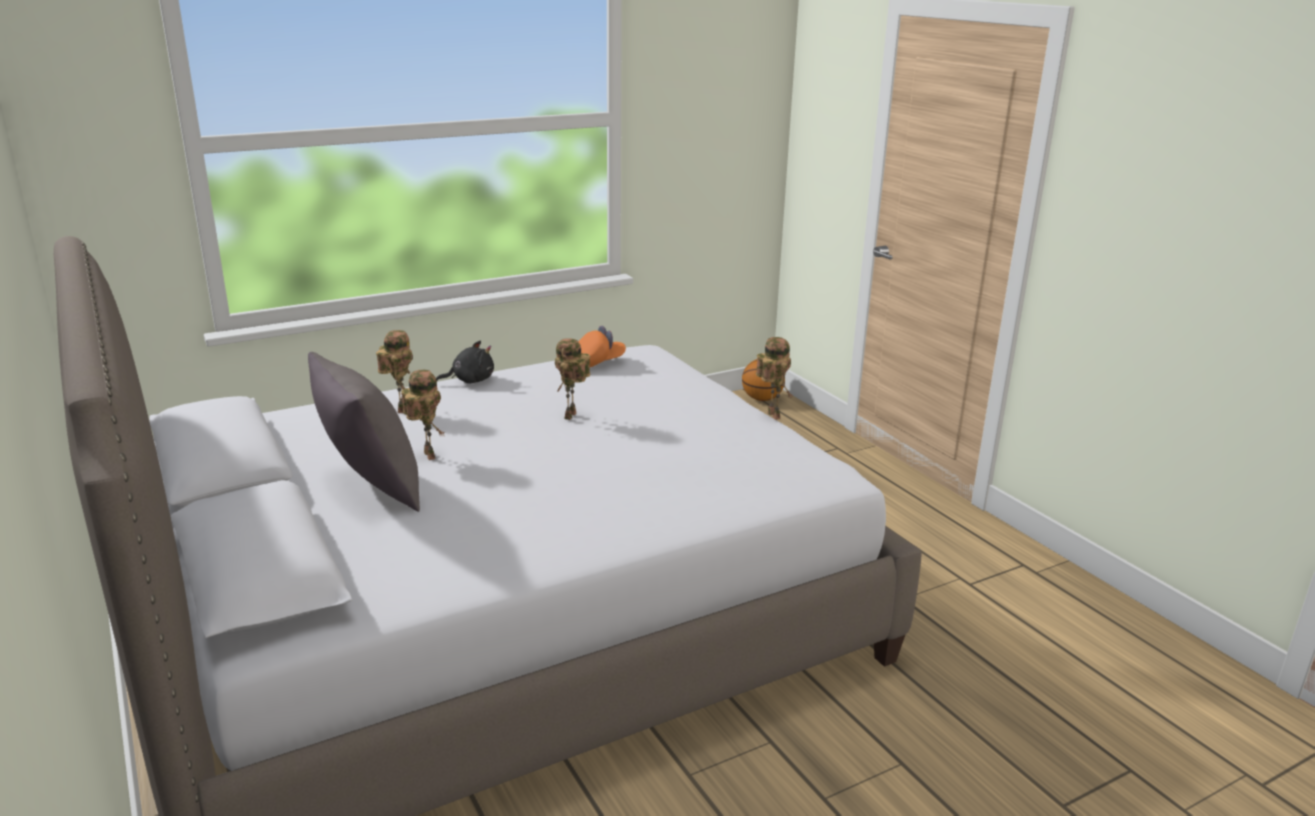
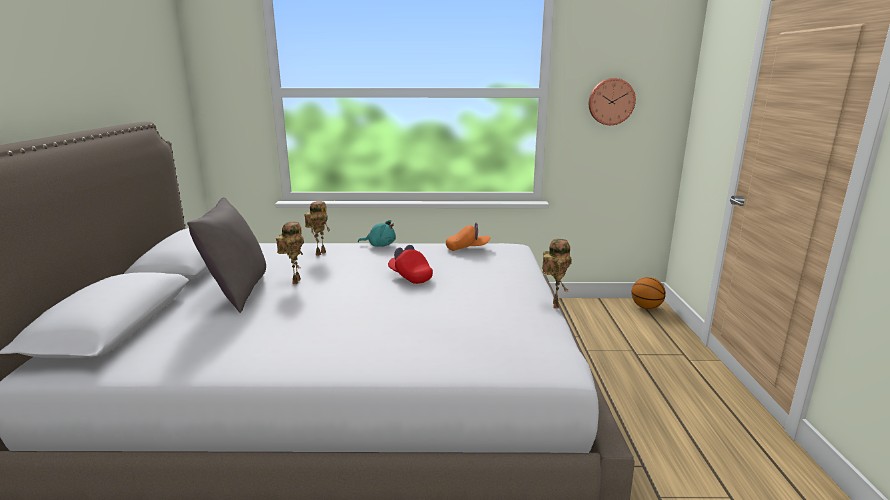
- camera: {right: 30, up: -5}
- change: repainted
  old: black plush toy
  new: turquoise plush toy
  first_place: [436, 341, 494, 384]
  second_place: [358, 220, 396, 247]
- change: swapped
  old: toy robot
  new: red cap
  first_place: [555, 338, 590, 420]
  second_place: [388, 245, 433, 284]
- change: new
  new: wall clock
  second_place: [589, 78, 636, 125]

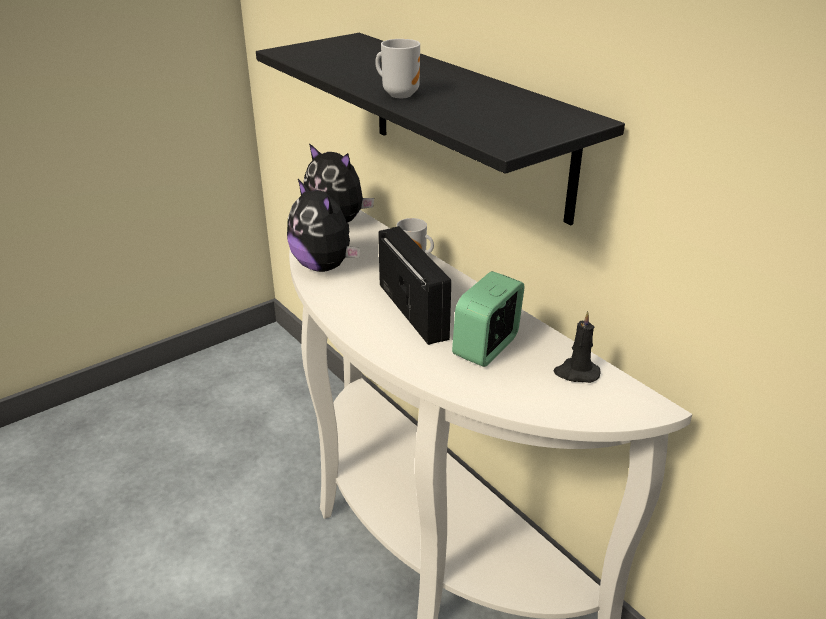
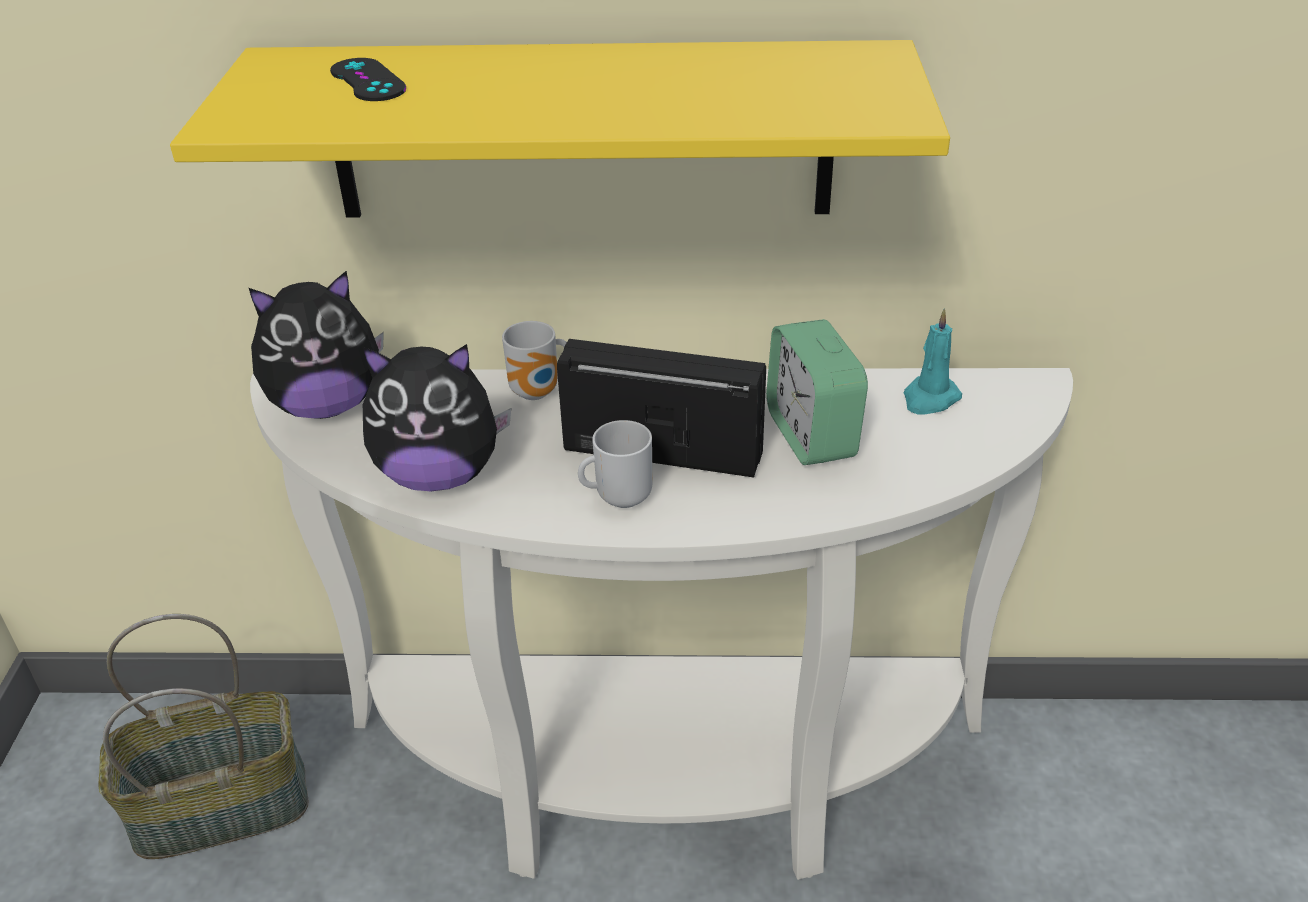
- camera: {right: -50, up: 5}
- change: repainted
  old: black shelf
  new: yellow shelf
  first_place: [256, 33, 625, 226]
  second_place: [170, 40, 950, 218]
- change: shifted
  old: mug
  first_place: [375, 39, 420, 98]
  second_place: [578, 420, 652, 508]
- change: repainted
  old: black candle
  new: turquoise candle
  first_place: [554, 311, 601, 383]
  second_place: [903, 309, 962, 414]
- change: new
  new: basket
  second_place: [98, 614, 309, 859]
- change: new
  new: black game controller
  second_place: [330, 58, 406, 101]

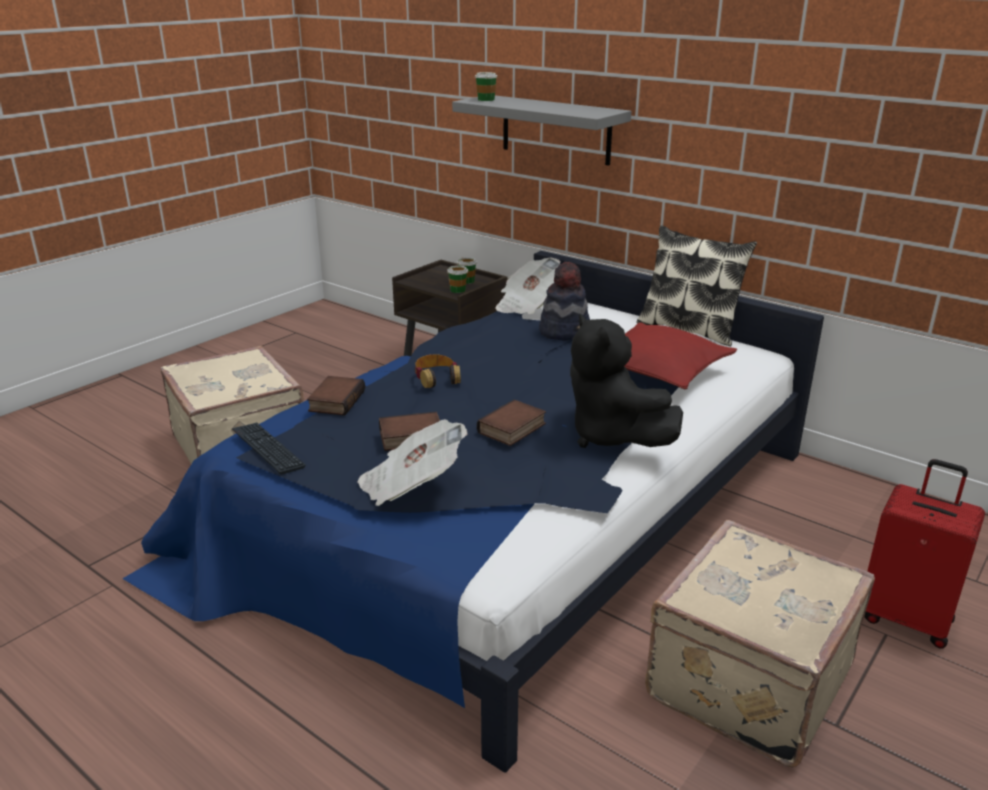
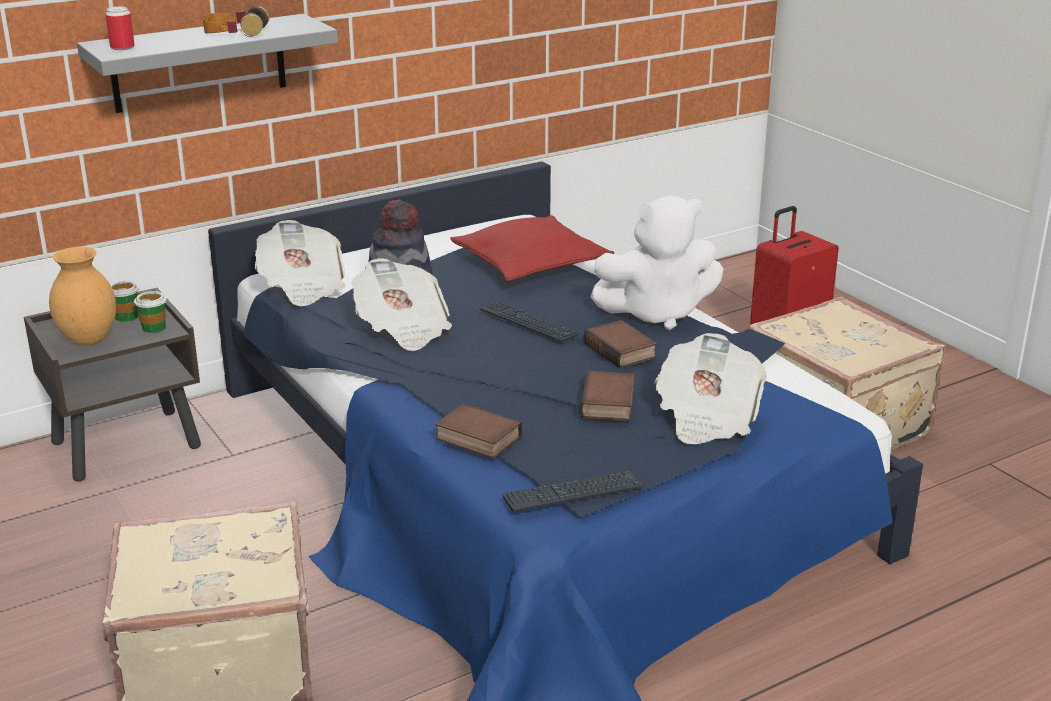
- camera: {right: -70, up: 0}
- change: shifted
  old: headphones
  first_place: [415, 354, 461, 388]
  second_place: [202, 6, 269, 37]
- change: swapped
  old: cup
  new: can
  first_place: [475, 72, 498, 101]
  second_place: [106, 7, 135, 50]
- change: repainted
  old: black plush toy
  new: white plush toy
  first_place: [570, 313, 683, 448]
  second_place: [590, 196, 724, 330]
- change: gone
  old: pillow
  first_place: [636, 225, 757, 346]
- change: new
  new: brown vase
  second_place: [49, 247, 116, 346]
- change: new
  new: newspaper
  second_place: [351, 258, 452, 351]
- change: new
  new: keyboard
  second_place: [479, 302, 579, 343]

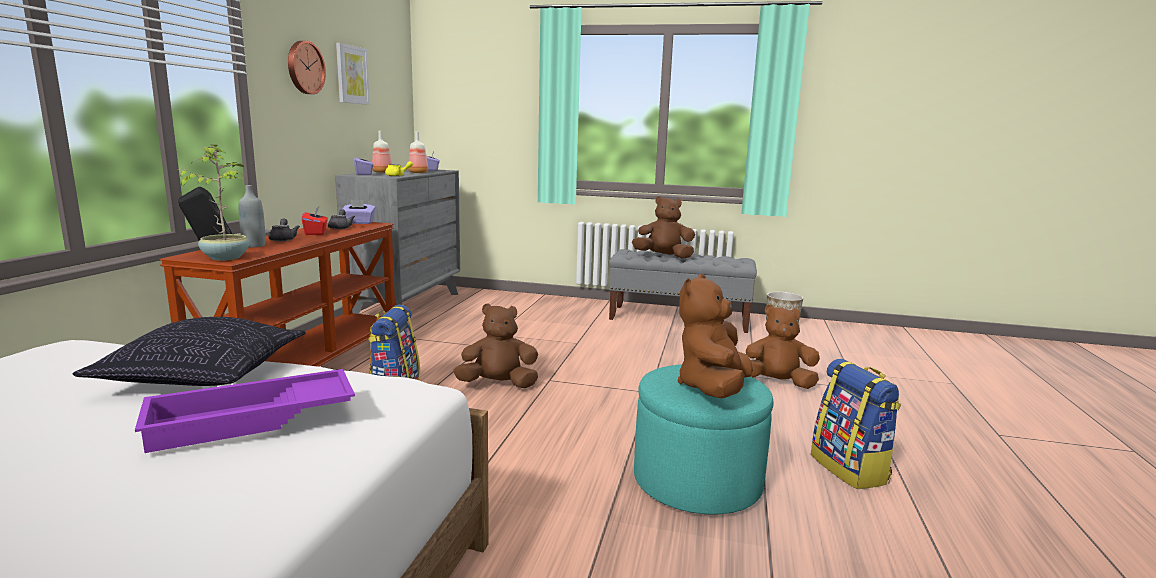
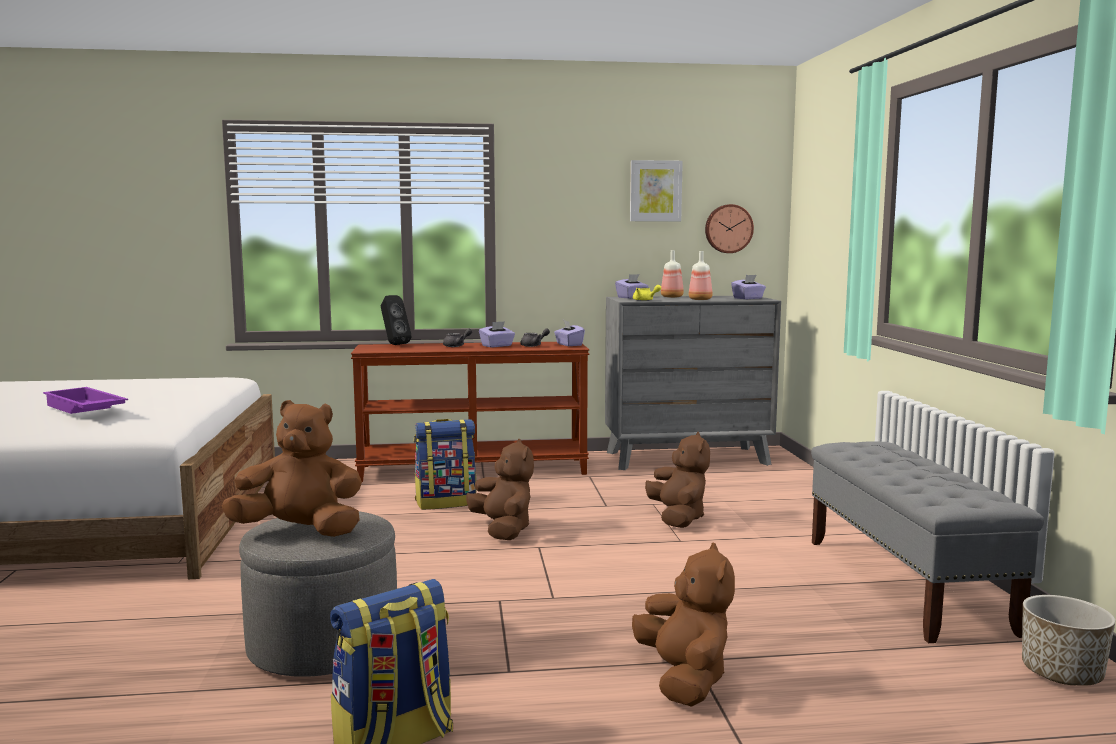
- camera: {right: 70, up: -5}
- change: gone
  old: pillow
  first_place: [73, 317, 306, 386]
- change: gone
  old: potted plant
  first_place: [178, 145, 249, 261]
- change: gone
  old: grey bottle
  first_place: [239, 185, 266, 248]
- change: shifted
  old: wall clock
  first_place: [288, 41, 326, 94]
  second_place: [705, 204, 754, 253]
- change: repainted
  old: red tissue box
  new: purple tissue box
  first_place: [302, 207, 328, 235]
  second_place: [479, 321, 515, 347]
- change: shifted
  old: brown plush toy
  first_place: [632, 196, 695, 259]
  second_place: [645, 432, 710, 528]
- change: repainted
  old: turquoise ottoman
  new: grey ottoman
  first_place: [634, 364, 774, 515]
  second_place: [239, 511, 397, 677]

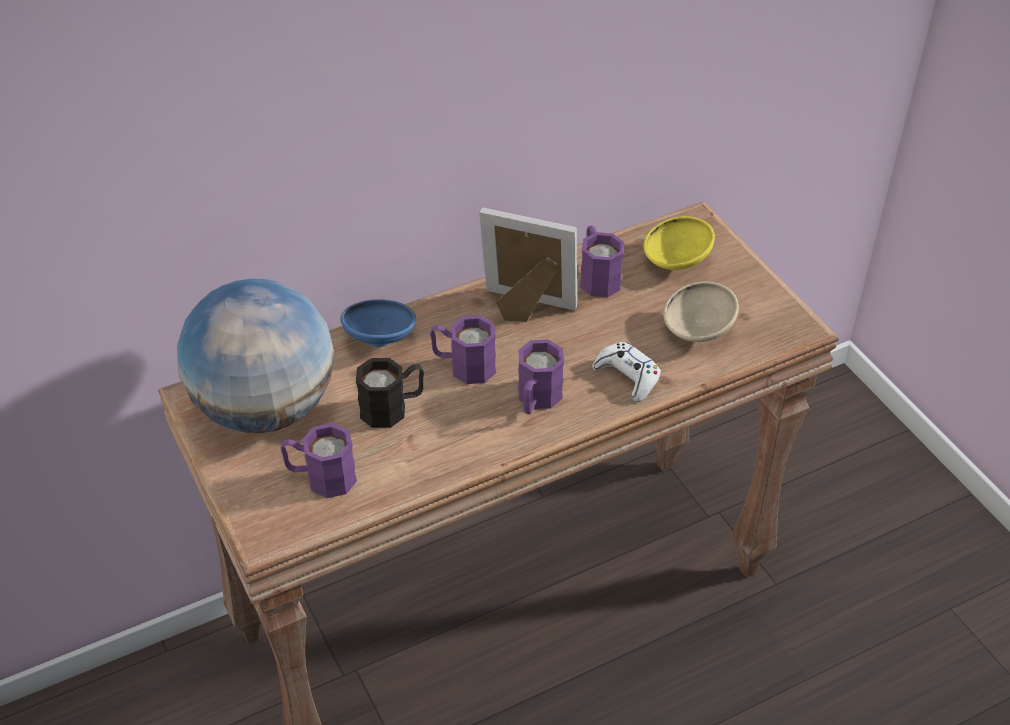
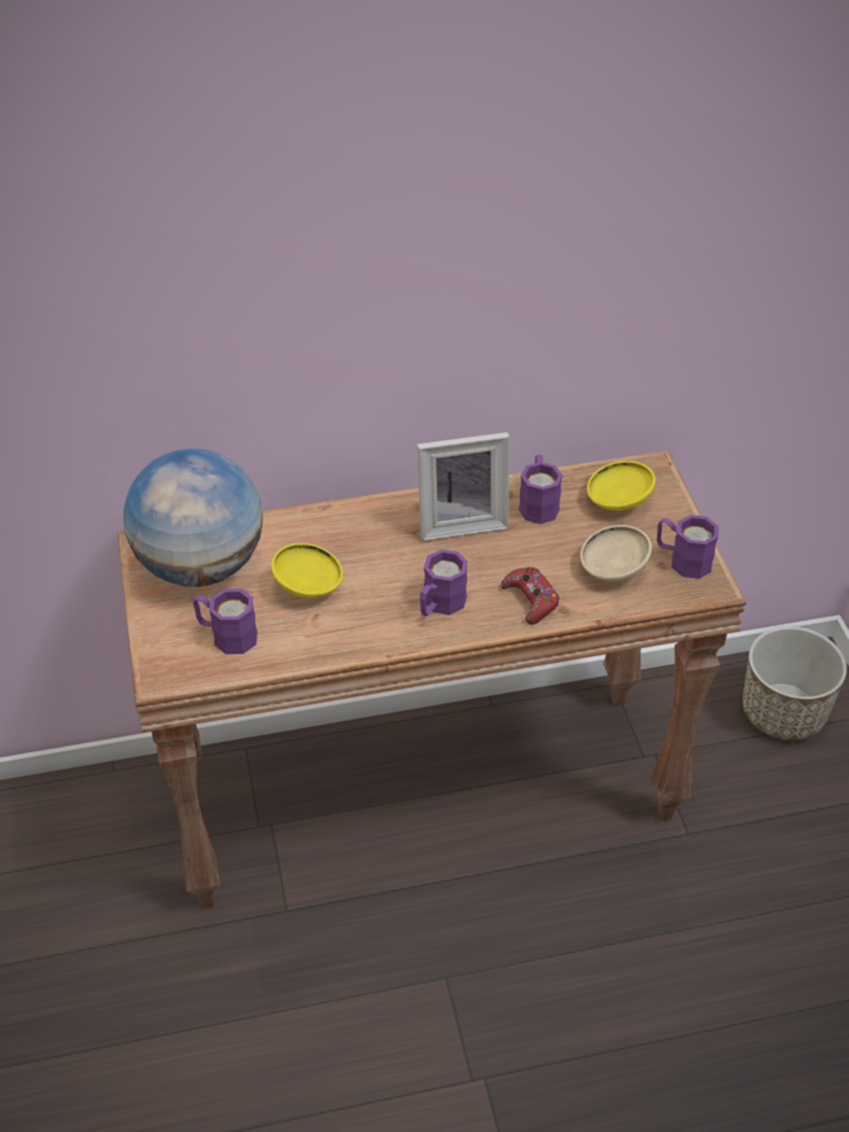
- camera: {right: 15, up: 0}
- change: gone
  old: blue bowl
  first_place: [340, 299, 416, 347]
- change: swapped
  old: black mug
  new: yellow bowl
  first_place: [356, 358, 424, 428]
  second_place: [271, 543, 343, 598]
- change: shifted
  old: purple mug
  first_place: [430, 315, 496, 384]
  second_place: [657, 515, 719, 579]
- change: rotated
  old: picture frame
  first_place: [479, 208, 577, 322]
  second_place: [417, 432, 509, 541]
  degrees: 135
- change: repainted
  old: white game controller
  new: red game controller
  first_place: [592, 342, 661, 402]
  second_place: [501, 567, 559, 624]
- change: new
  new: planter
  second_place: [742, 626, 847, 740]

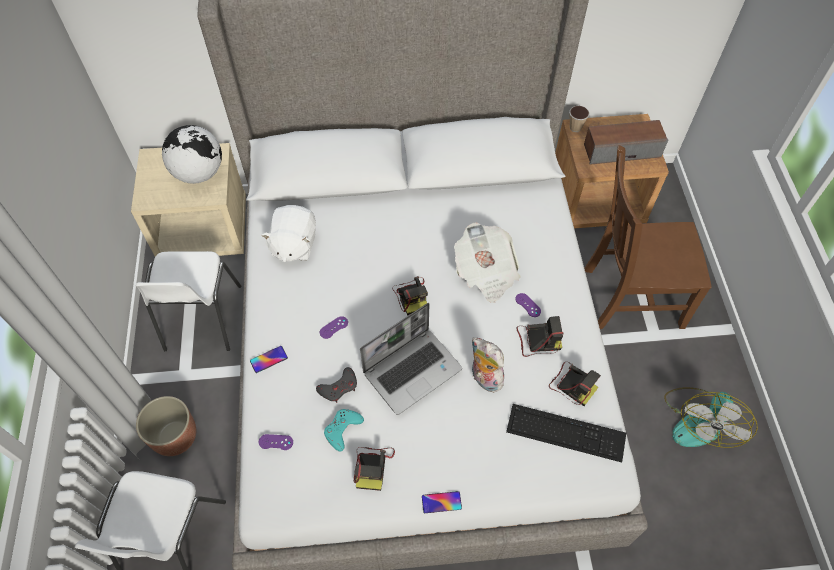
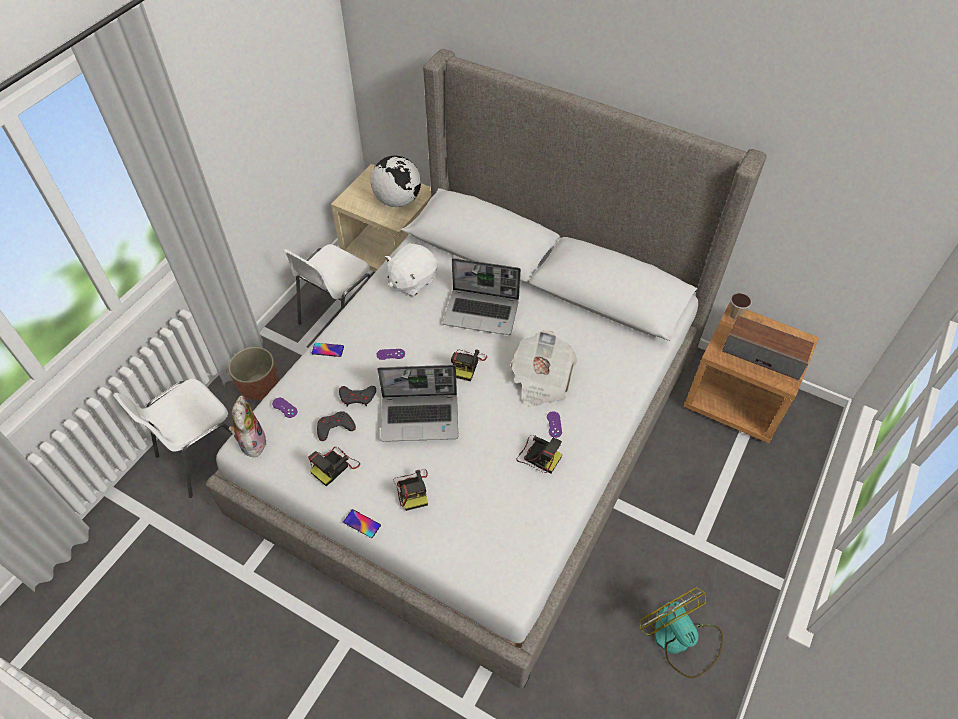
- camera: {right: 35, up: -5}
- change: repainted
  old: turquoise game controller
  new: grey game controller
  first_place: [324, 409, 364, 452]
  second_place: [317, 411, 356, 441]
- change: shifted
  old: plush toy
  first_place: [471, 337, 505, 392]
  second_place: [229, 395, 266, 457]
- change: gone
  old: keyboard
  first_place: [506, 404, 626, 462]
- change: shifted
  old: photo camera
  first_place: [549, 362, 601, 406]
  second_place: [394, 469, 428, 511]
- change: gone
  old: brown chair
  first_place: [584, 145, 712, 329]
- change: rotated
  old: fan
  first_place: [664, 387, 758, 448]
  second_place: [639, 586, 723, 678]
  degrees: 90
- change: new
  new: laptop
  second_place: [443, 258, 521, 335]

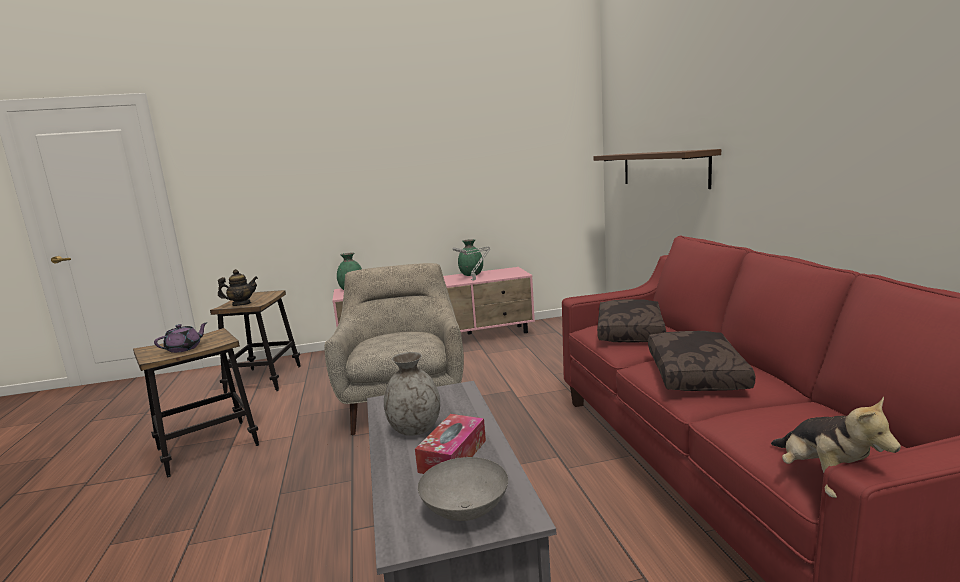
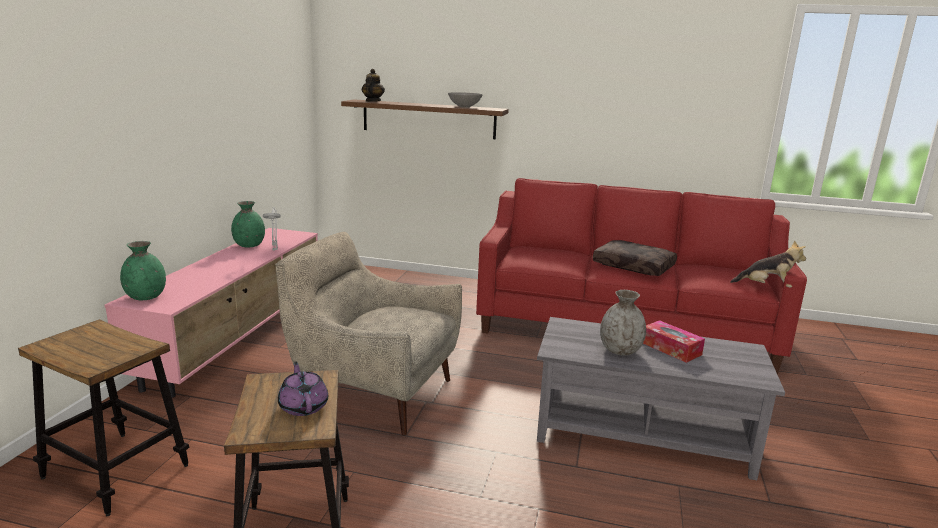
- camera: {right: -65, up: 5}
- change: shifted
  old: teapot
  first_place: [218, 269, 258, 306]
  second_place: [362, 69, 385, 102]
- change: shifted
  old: grey bowl
  first_place: [418, 457, 508, 521]
  second_place: [448, 92, 483, 108]
- change: gone
  old: brown pillow
  first_place: [597, 299, 666, 343]

